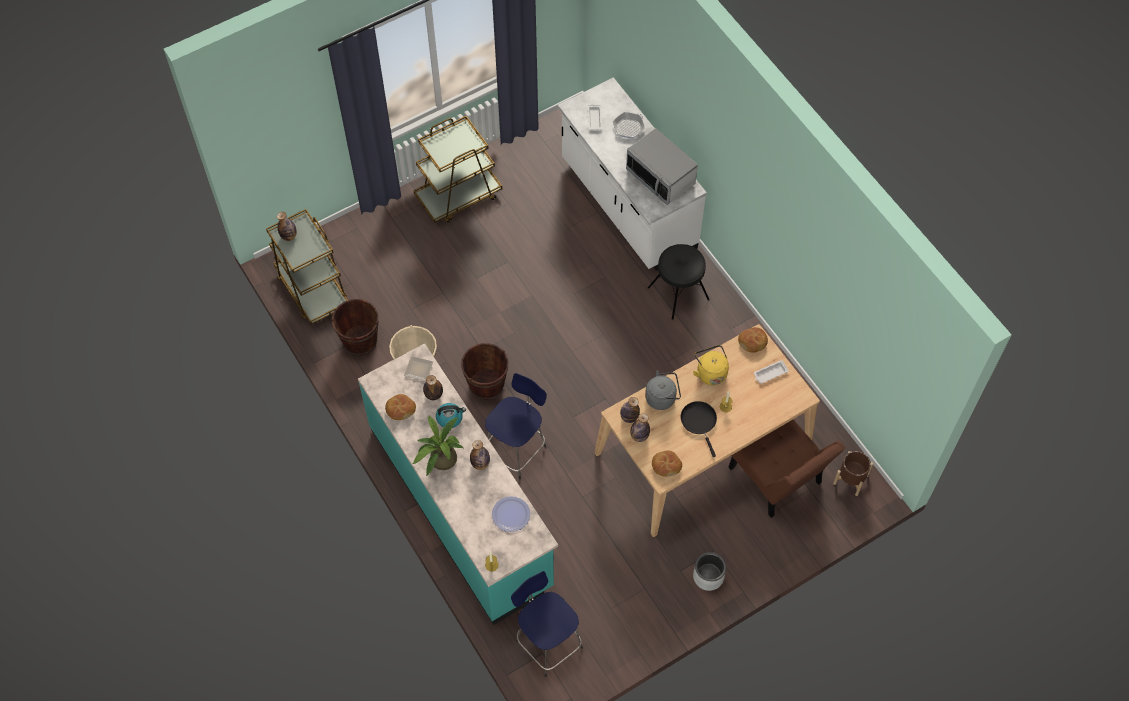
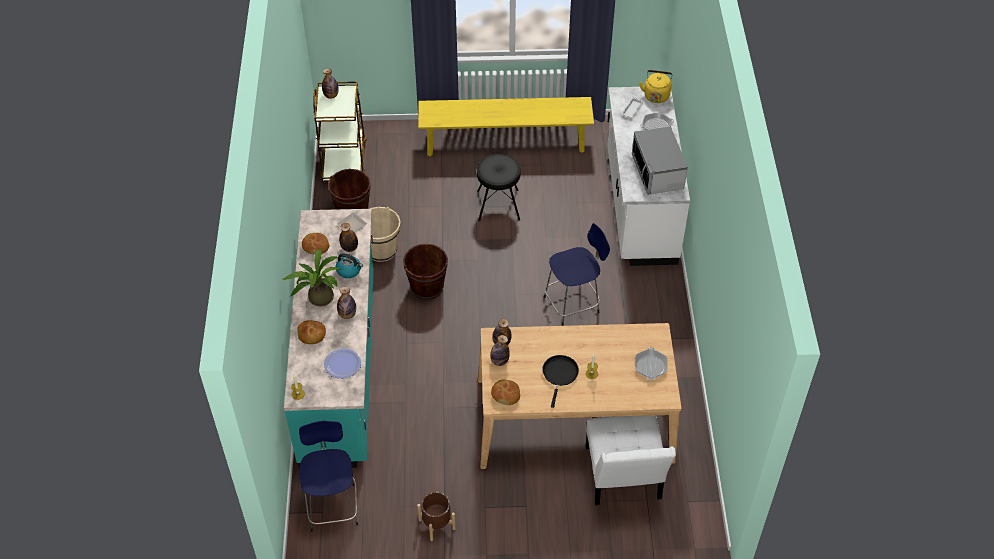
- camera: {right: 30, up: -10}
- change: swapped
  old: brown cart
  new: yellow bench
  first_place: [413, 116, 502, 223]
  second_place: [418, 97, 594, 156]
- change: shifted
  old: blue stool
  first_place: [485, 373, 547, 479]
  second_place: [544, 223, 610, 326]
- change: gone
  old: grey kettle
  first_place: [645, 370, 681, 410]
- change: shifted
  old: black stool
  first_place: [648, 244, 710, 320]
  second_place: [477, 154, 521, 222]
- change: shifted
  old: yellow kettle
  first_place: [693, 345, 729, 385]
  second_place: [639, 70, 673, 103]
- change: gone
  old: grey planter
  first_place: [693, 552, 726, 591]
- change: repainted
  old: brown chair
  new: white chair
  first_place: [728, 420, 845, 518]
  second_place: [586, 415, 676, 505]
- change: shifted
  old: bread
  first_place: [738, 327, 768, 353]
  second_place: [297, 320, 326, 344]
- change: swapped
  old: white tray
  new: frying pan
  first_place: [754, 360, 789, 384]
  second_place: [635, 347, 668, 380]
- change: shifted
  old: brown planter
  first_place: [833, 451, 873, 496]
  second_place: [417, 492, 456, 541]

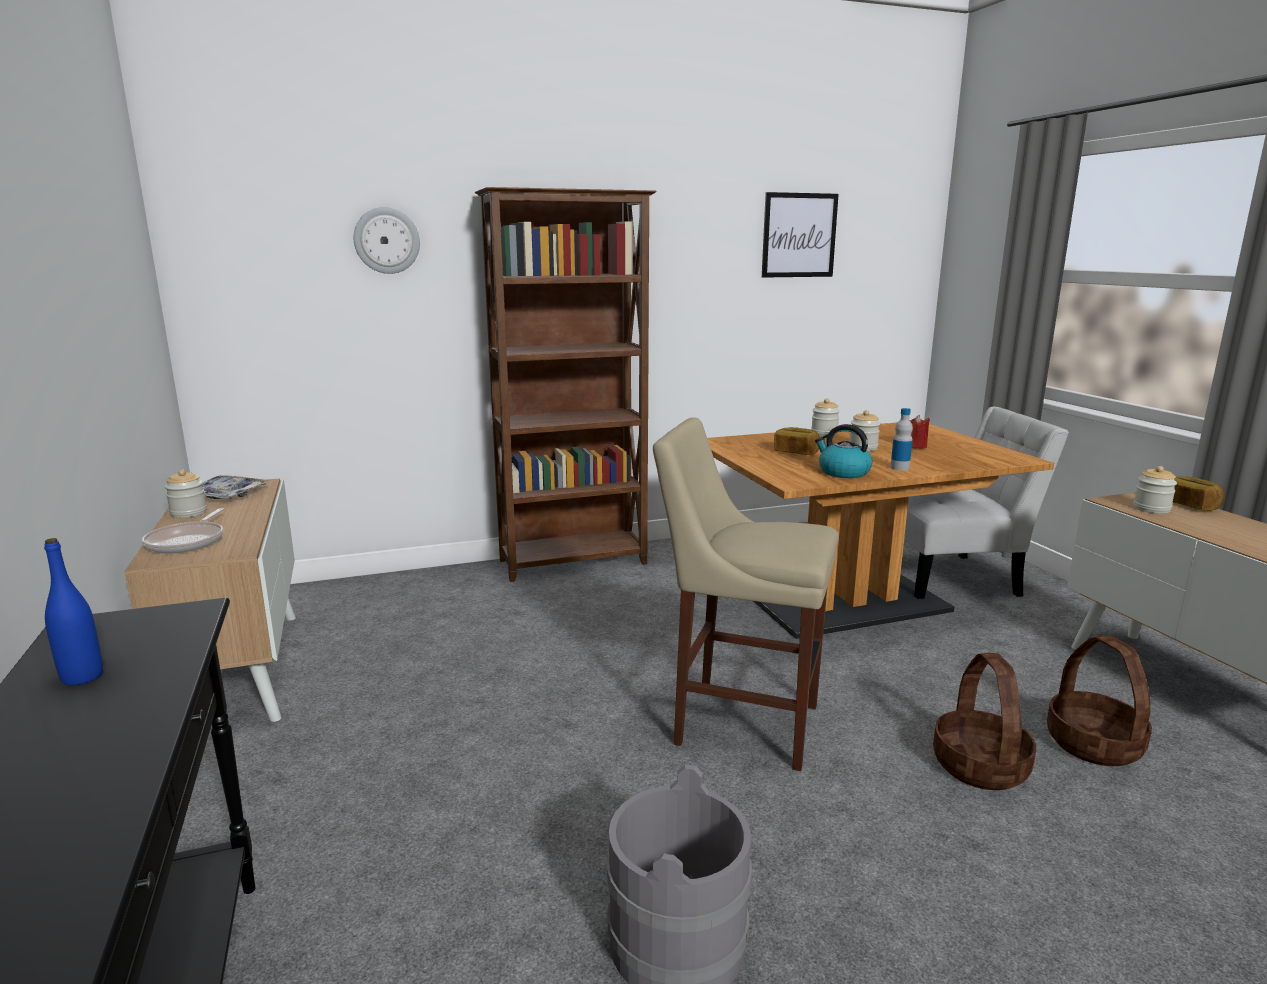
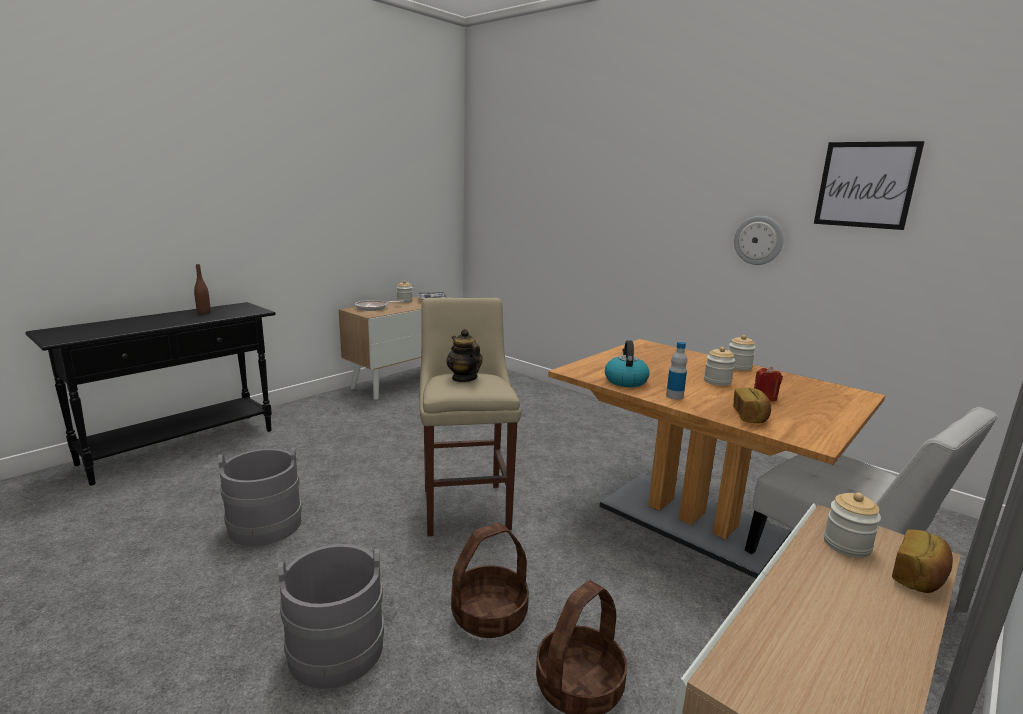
- camera: {right: 60, up: 0}
- change: repainted
  old: blue bottle
  new: brown bottle
  first_place: [44, 538, 103, 686]
  second_place: [194, 264, 211, 314]
- change: shifted
  old: wall clock
  first_place: [354, 207, 420, 274]
  second_place: [734, 216, 784, 265]
- change: gone
  old: brown bookcase
  first_place: [475, 187, 656, 582]
- change: shifted
  old: bread
  first_place: [774, 427, 820, 455]
  second_place: [733, 387, 771, 423]
- change: new
  new: grey bucket
  second_place: [278, 544, 384, 689]
- change: new
  new: teapot
  second_place: [446, 329, 483, 382]

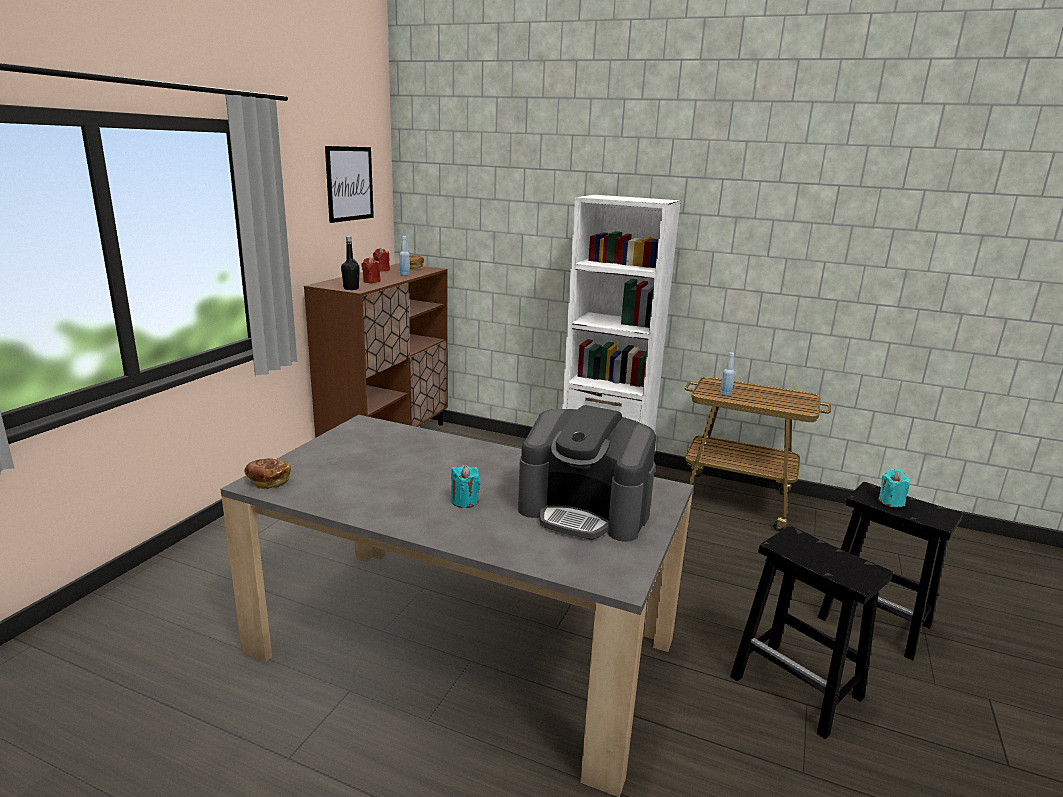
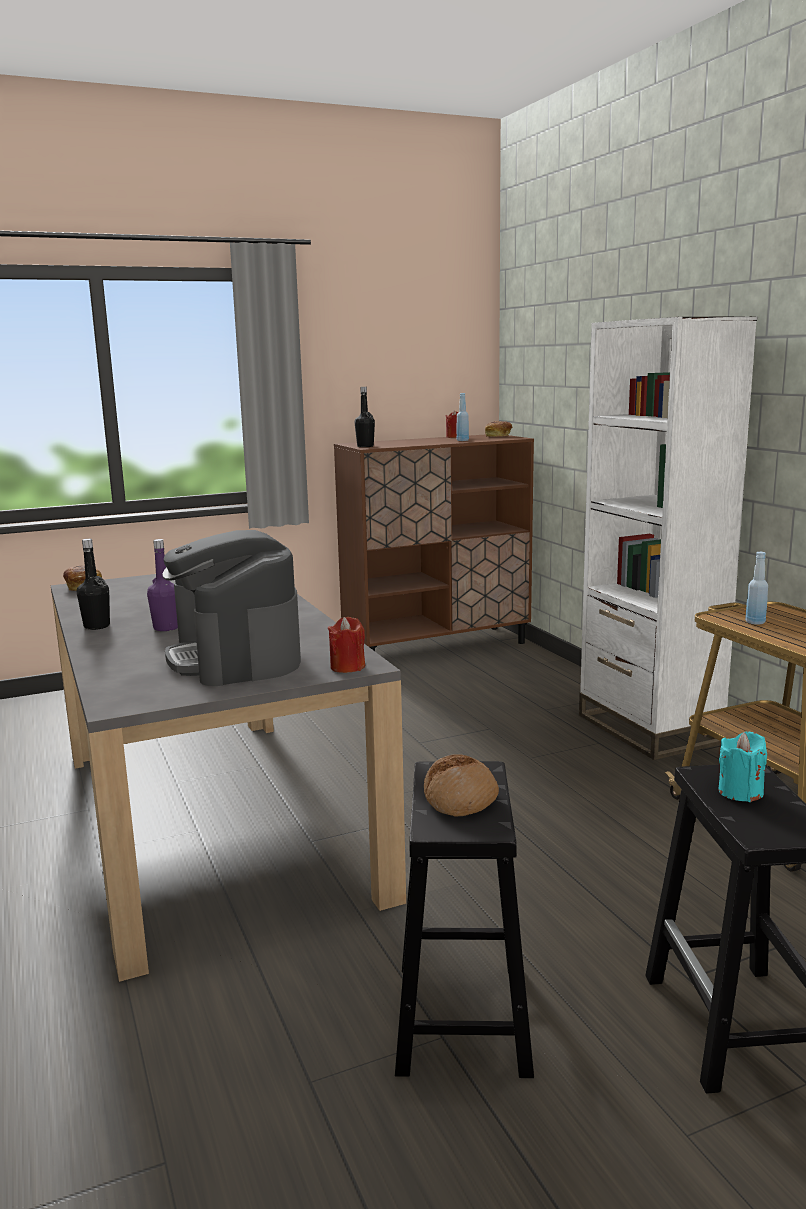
- camera: {right: 45, up: -5}
- change: gone
  old: picture
  first_place: [325, 146, 374, 223]
- change: shifted
  old: red candle
  first_place: [362, 257, 381, 283]
  second_place: [328, 617, 365, 673]
- change: swapped
  old: turquoise candle
  new: purple bottle
  first_place: [451, 465, 481, 508]
  second_place: [147, 539, 178, 631]
- change: new
  new: black bottle
  second_place: [77, 539, 110, 630]
- change: new
  new: bread
  second_place: [424, 754, 499, 817]

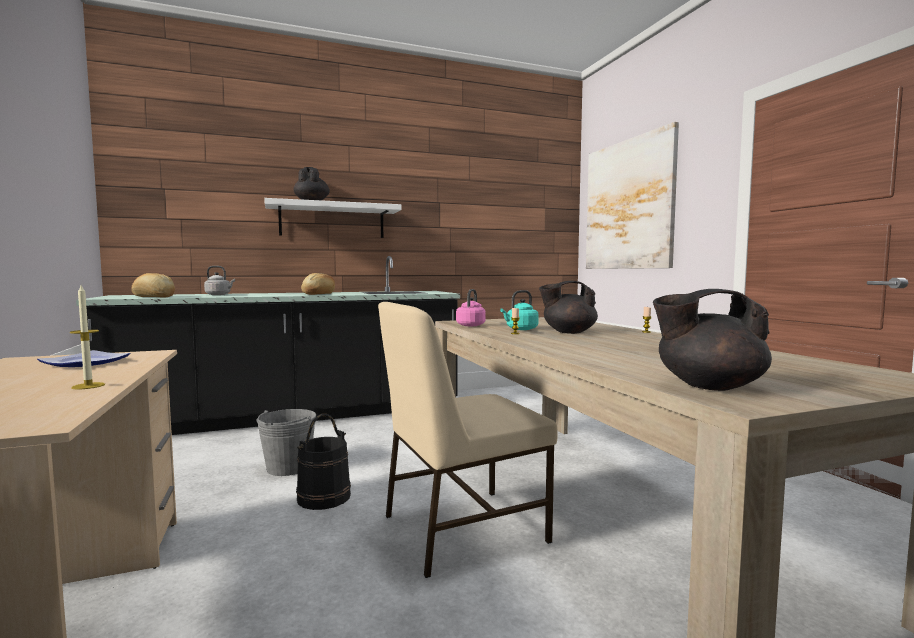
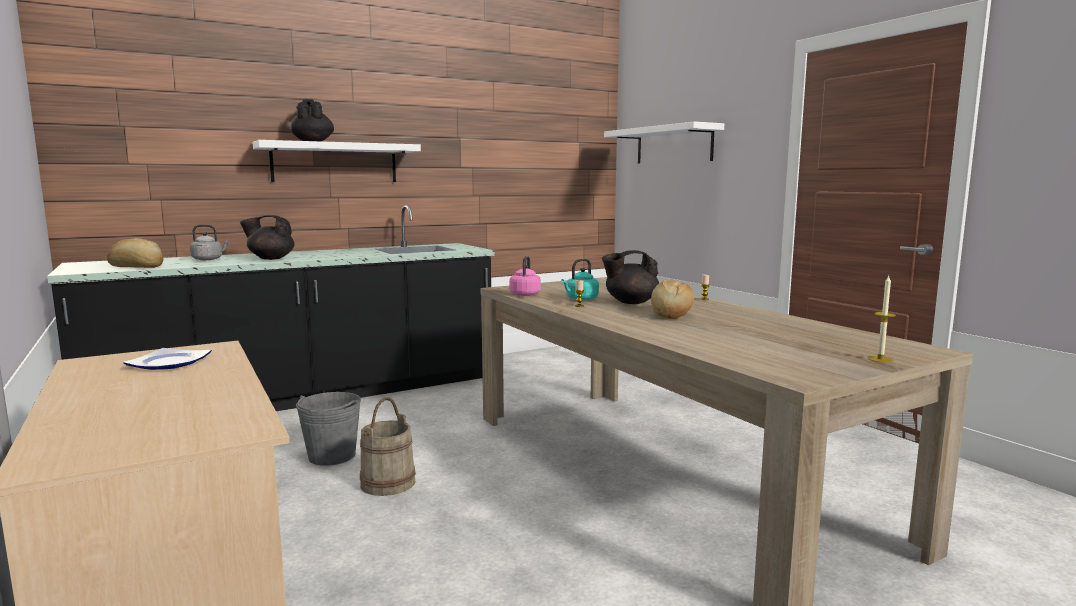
- camera: {right: -10, up: 5}
- change: shifted
  old: candle
  first_place: [70, 285, 105, 389]
  second_place: [868, 276, 896, 363]
- change: repainted
  old: black bucket
  new: beige bucket
  first_place: [296, 414, 351, 510]
  second_place: [360, 397, 416, 496]
- change: shifted
  old: bread
  first_place: [301, 273, 335, 295]
  second_place: [651, 280, 694, 319]
- change: gone
  old: beige chair
  first_place: [378, 302, 558, 578]
- change: swapped
  old: picture
  new: white shelf
  first_place: [586, 122, 679, 269]
  second_place: [604, 122, 724, 164]
- change: shifted
  old: black teapot
  first_place: [653, 289, 772, 391]
  second_place: [240, 215, 294, 260]

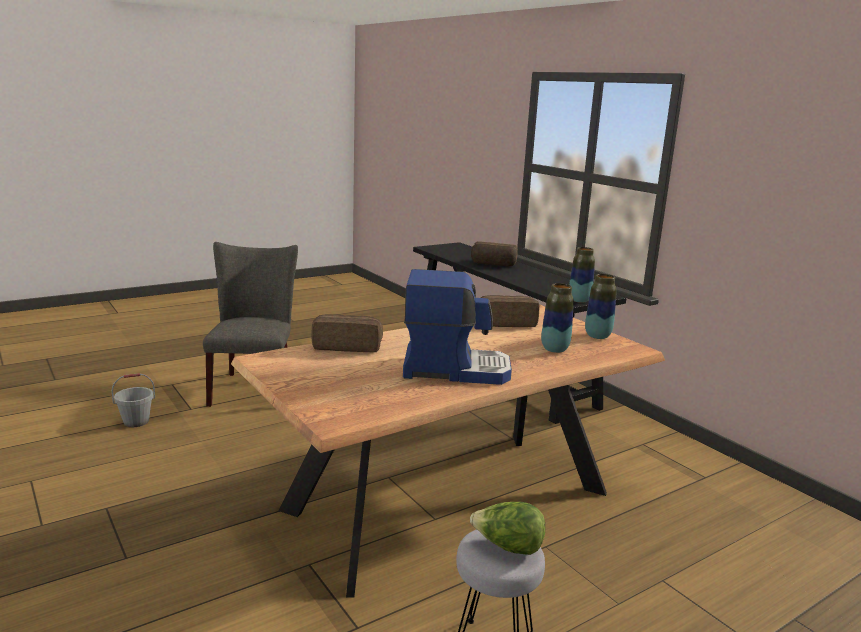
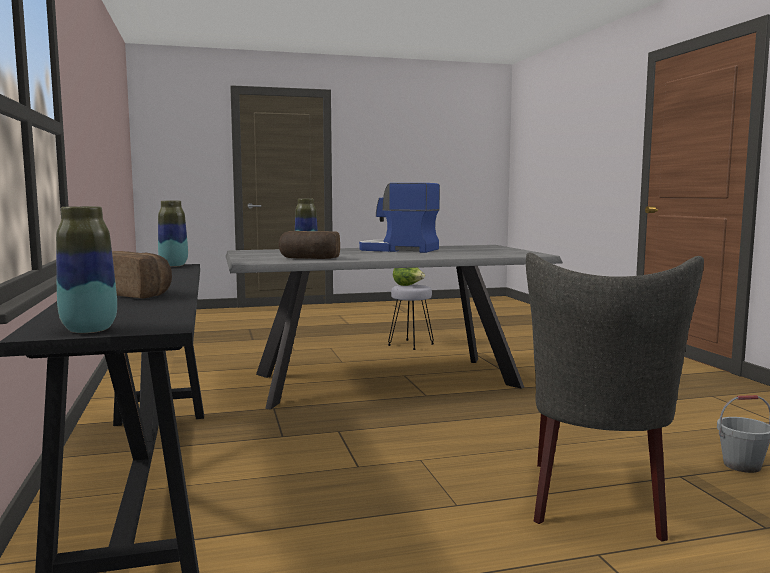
- camera: {right: -160, up: -10}
- change: repainted
  old: brown dining table
  new: grey dining table
  first_place: [231, 304, 665, 598]
  second_place: [225, 245, 563, 410]
- change: gone
  old: bread
  first_place: [312, 314, 383, 352]
- change: shifted
  old: vase
  first_place: [585, 274, 617, 339]
  second_place: [56, 206, 117, 333]

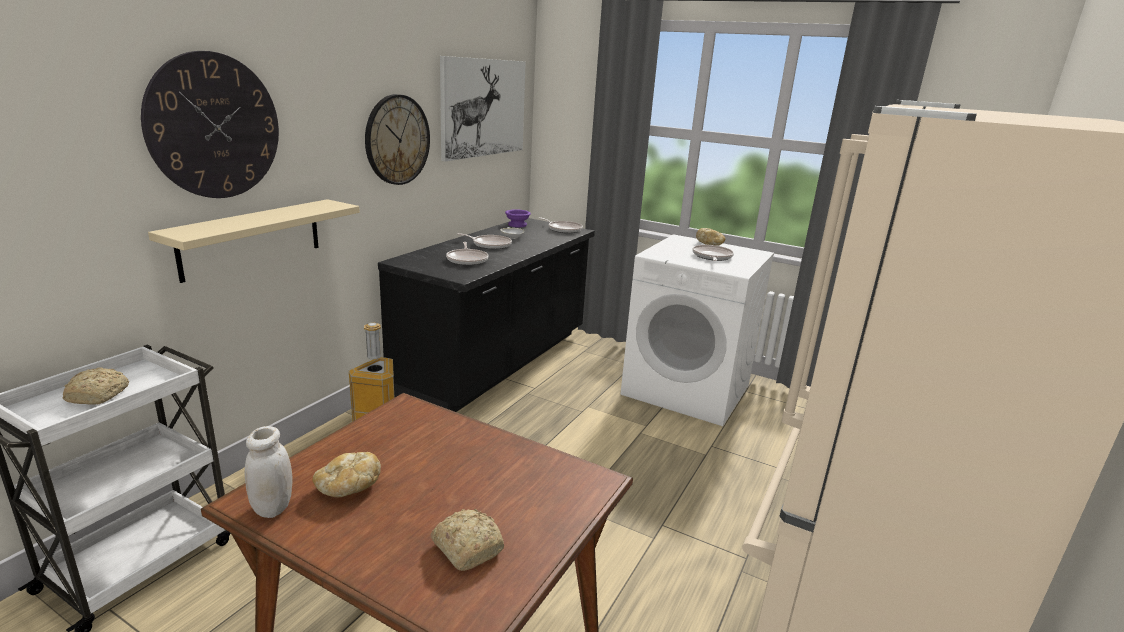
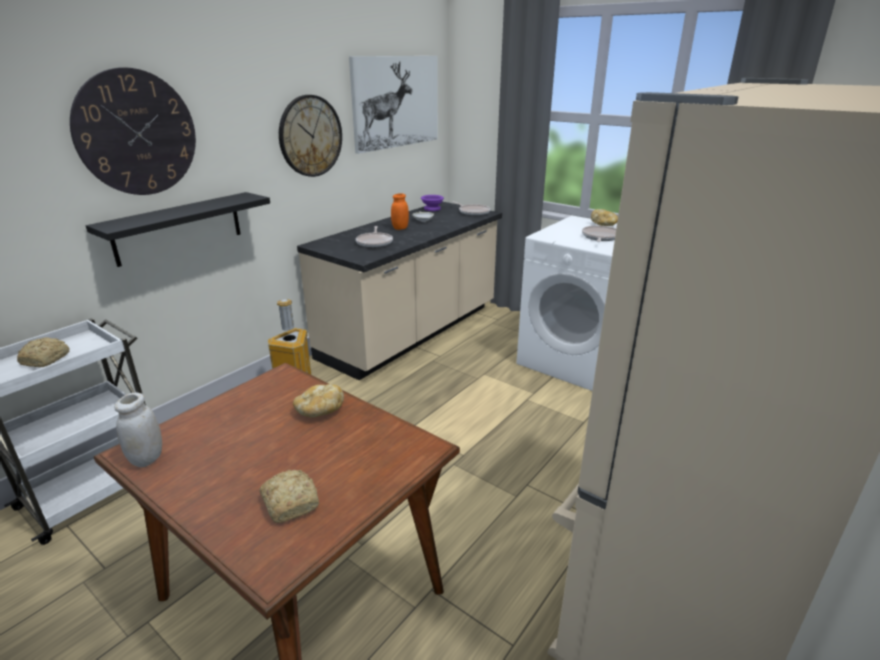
- camera: {right: 10, up: 5}
- change: repainted
  old: beige shelf
  new: black shelf
  first_place: [148, 199, 360, 283]
  second_place: [86, 192, 270, 267]
- change: shifted
  old: bread
  first_place: [312, 452, 381, 497]
  second_place: [293, 384, 344, 418]
- change: repainted
  old: black counter
  new: beige counter
  first_place: [378, 218, 595, 412]
  second_place: [297, 202, 502, 380]
- change: swapped
  old: frying pan
  new: orange jar
  first_place: [457, 233, 512, 249]
  second_place: [391, 193, 409, 230]

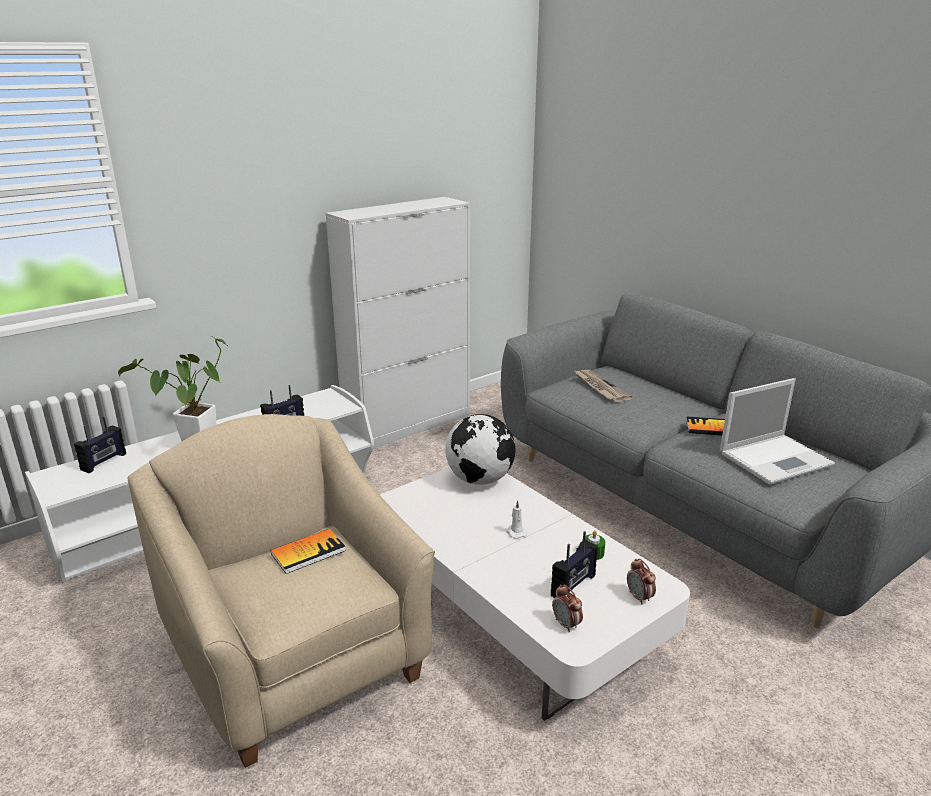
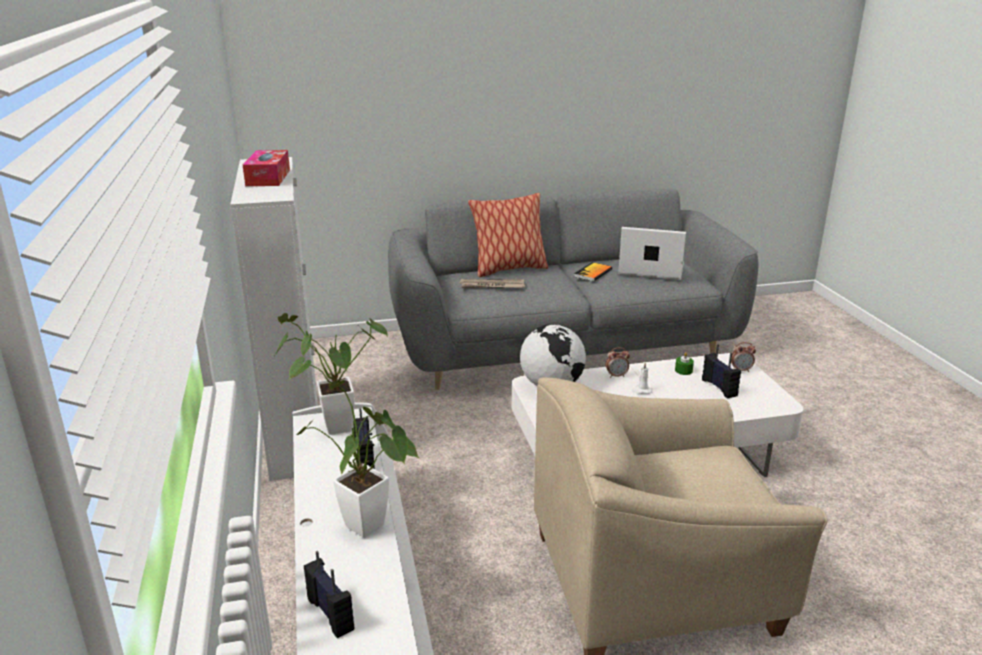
- camera: {right: -65, up: 0}
- change: gone
  old: book
  first_place: [271, 529, 346, 574]
- change: shifted
  old: alarm clock
  first_place: [552, 584, 583, 633]
  second_place: [606, 348, 630, 378]
- change: rotated
  old: laptop
  first_place: [720, 378, 835, 485]
  second_place: [618, 227, 686, 280]
  degrees: -75
- change: new
  new: tissue box
  second_place: [243, 150, 290, 186]
- change: new
  new: potted plant
  second_place: [273, 313, 388, 435]
- change: new
  new: pillow
  second_place: [468, 193, 548, 277]

